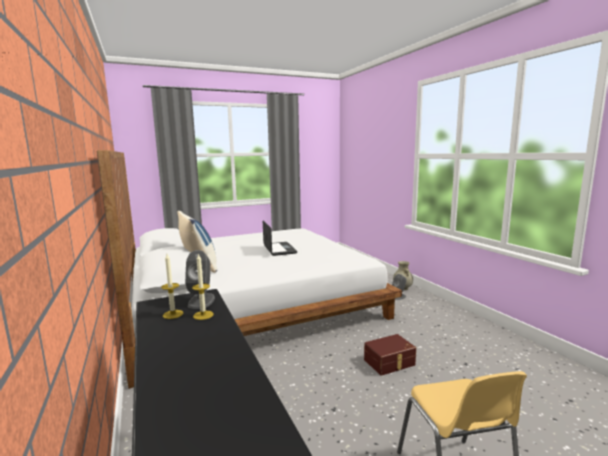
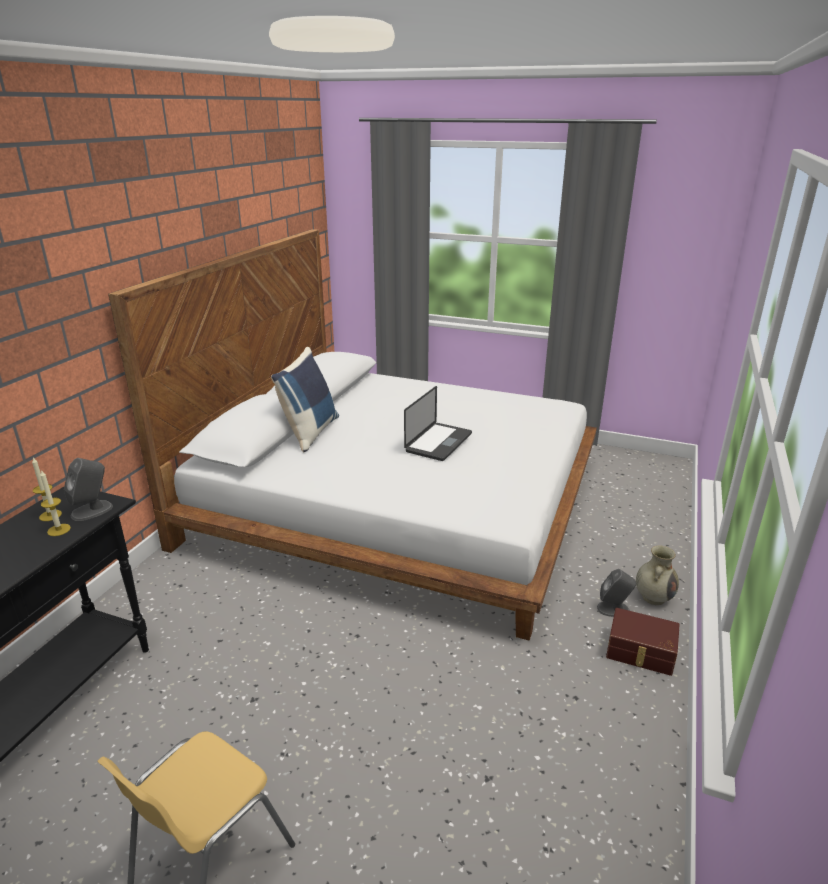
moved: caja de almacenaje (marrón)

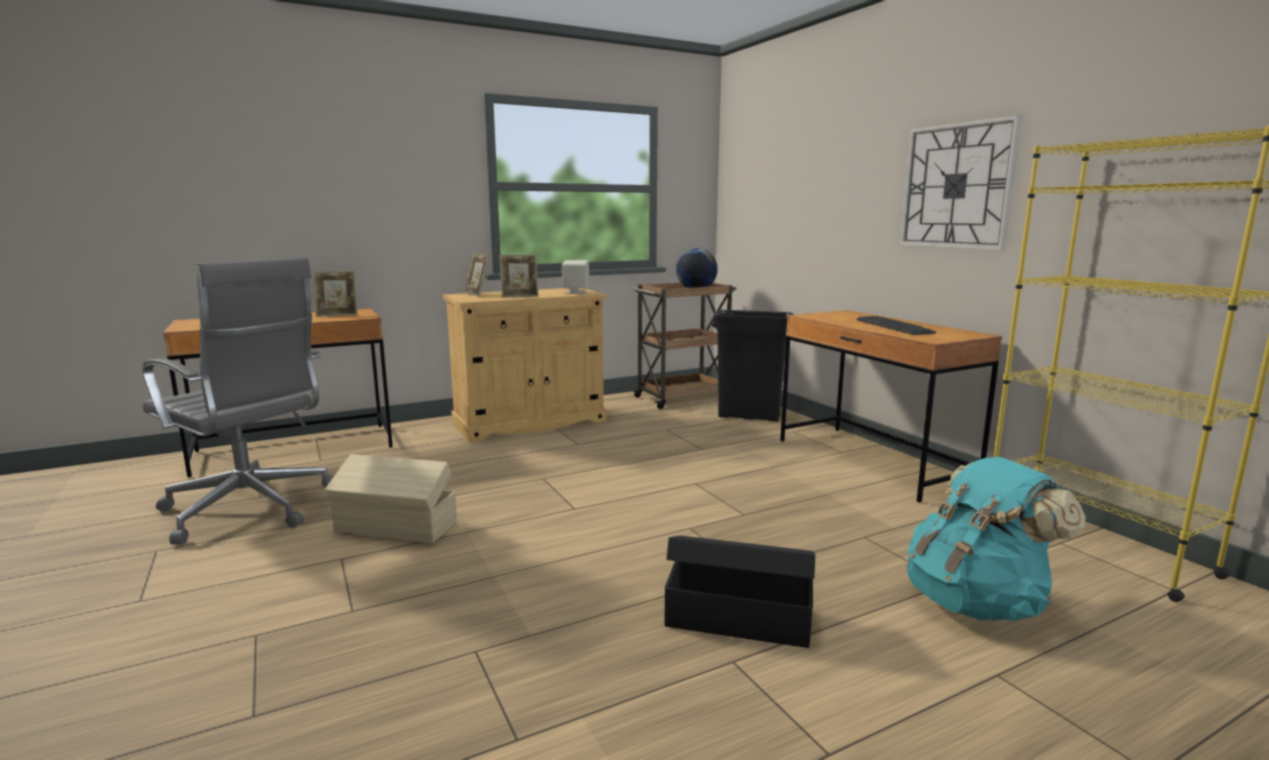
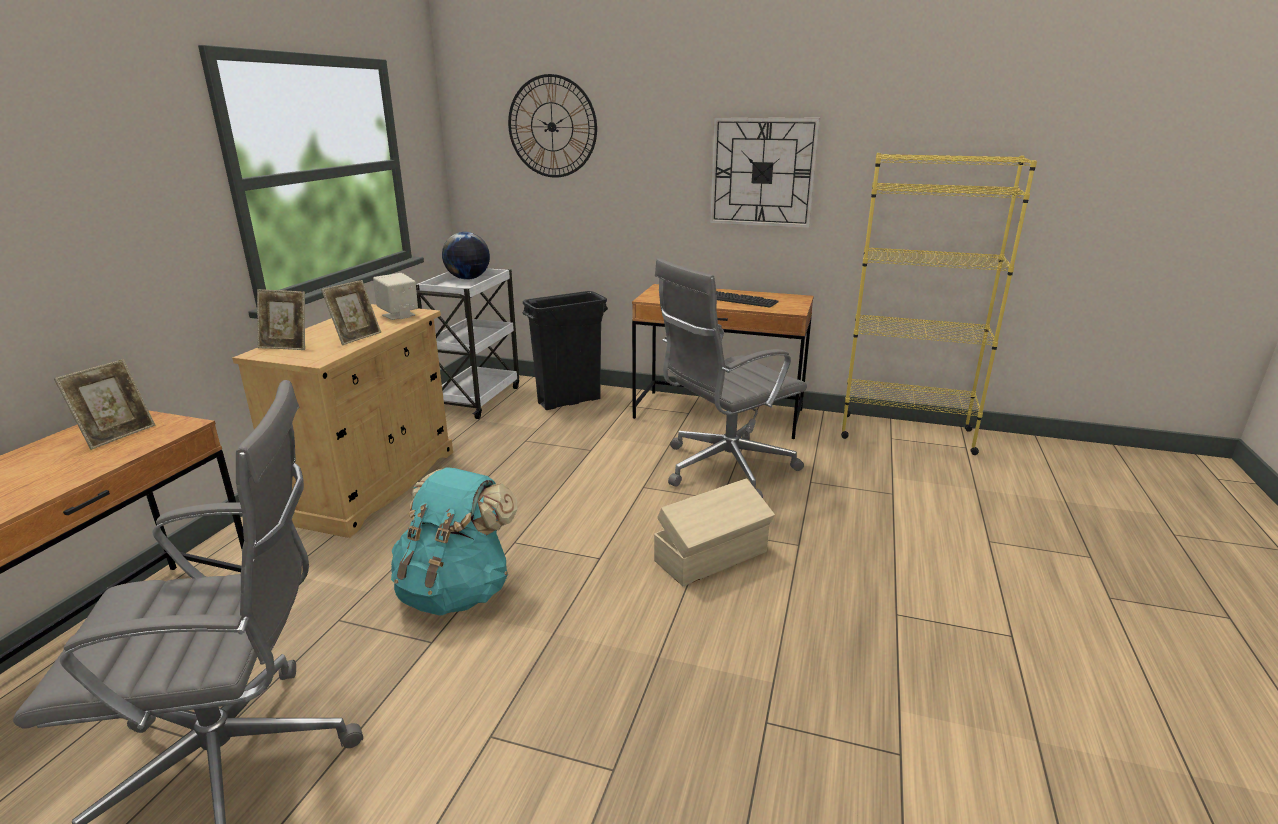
removed: caja de almacenaje (negro)
added: reloj de pared (1st from left); silla de oficina (gris) (2nd from left)
moved: caja de almacenaje (beis); mochila (turquesa)
recoloured: carrito (marrón) to carrito (blanco)

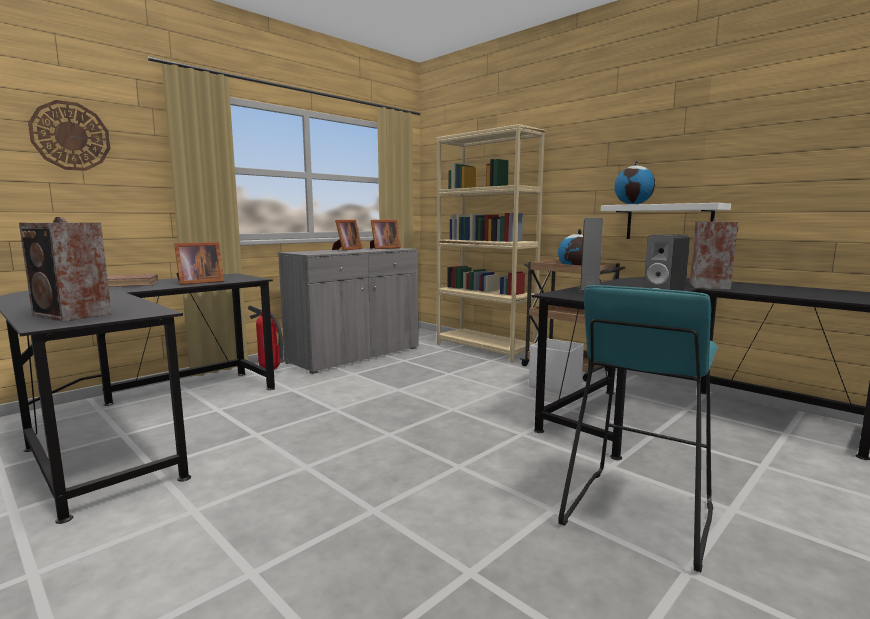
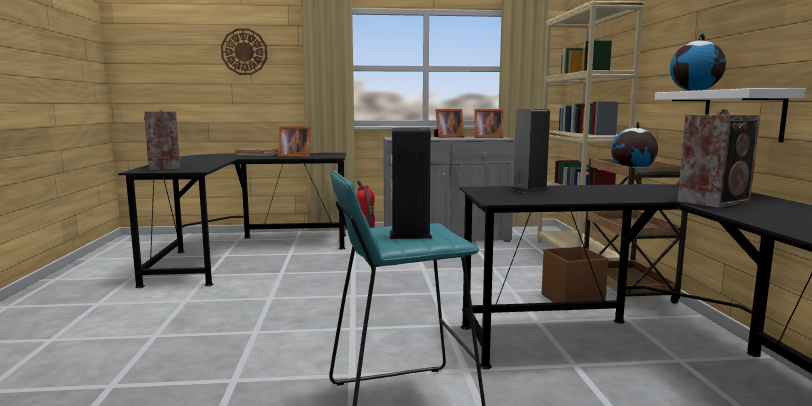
recoloured: caja de almacenaje (blanco) to caja de almacenaje (marrón)

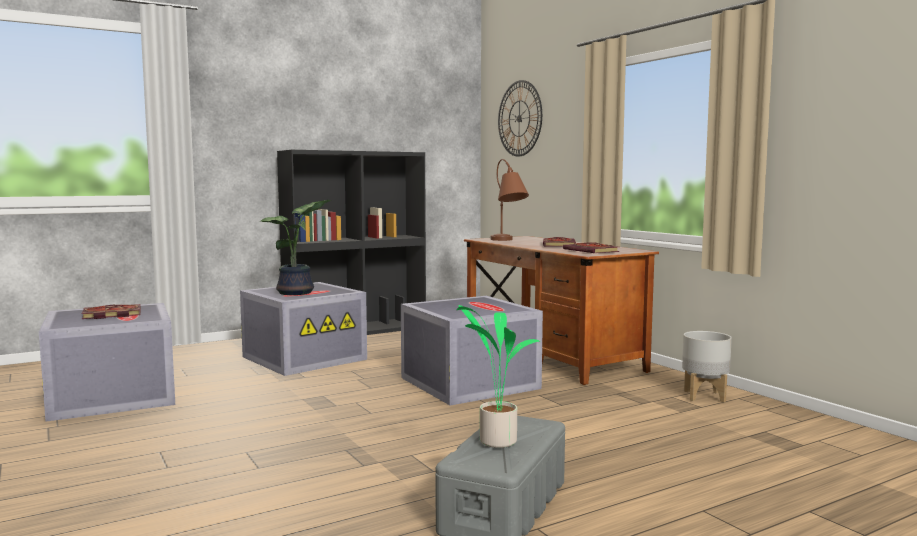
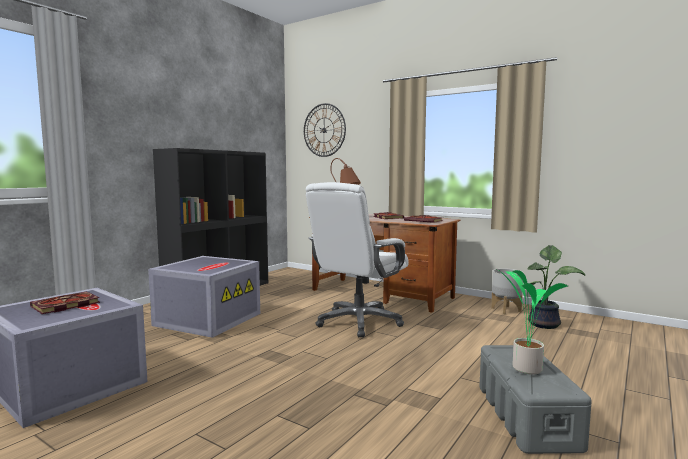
moved: planta en maceta (1st from left in the first image) to planta en maceta (2nd from left)
replaced: caja de almacenaje (gris) (3rd from left) to silla de oficina (blanco)

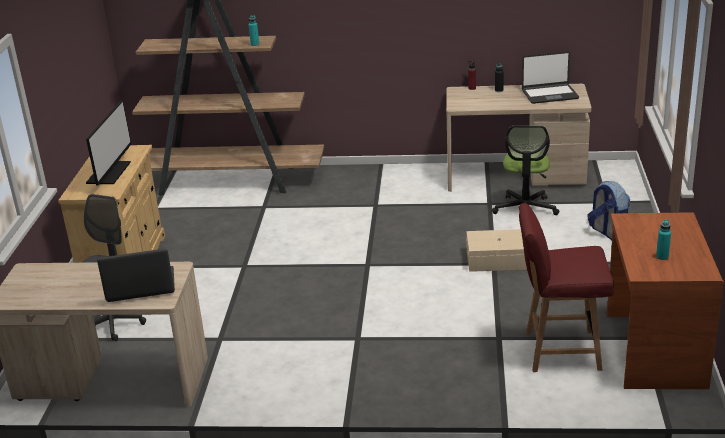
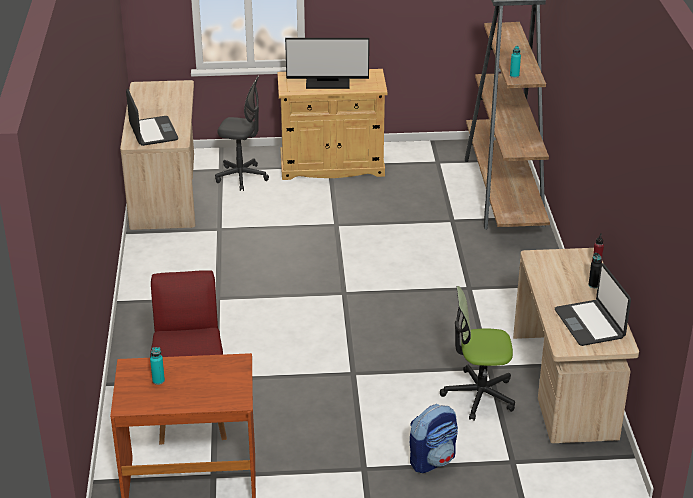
removed: caja de almacenaje (beis)

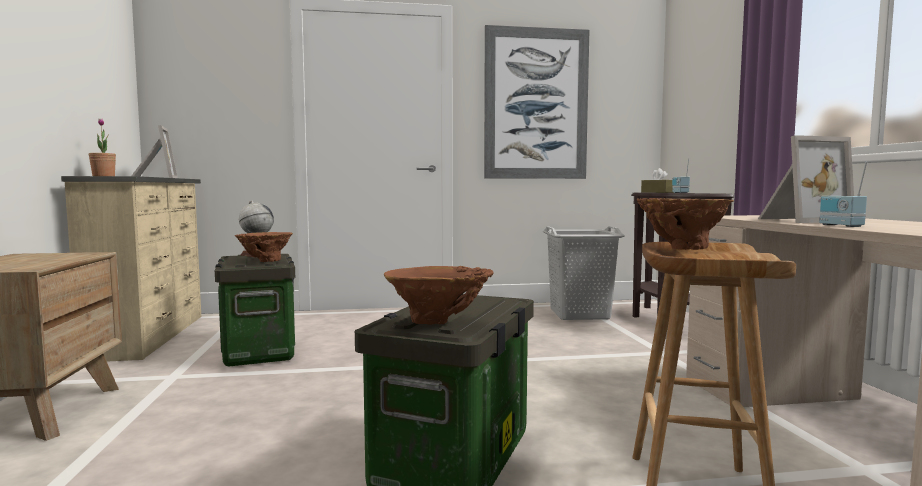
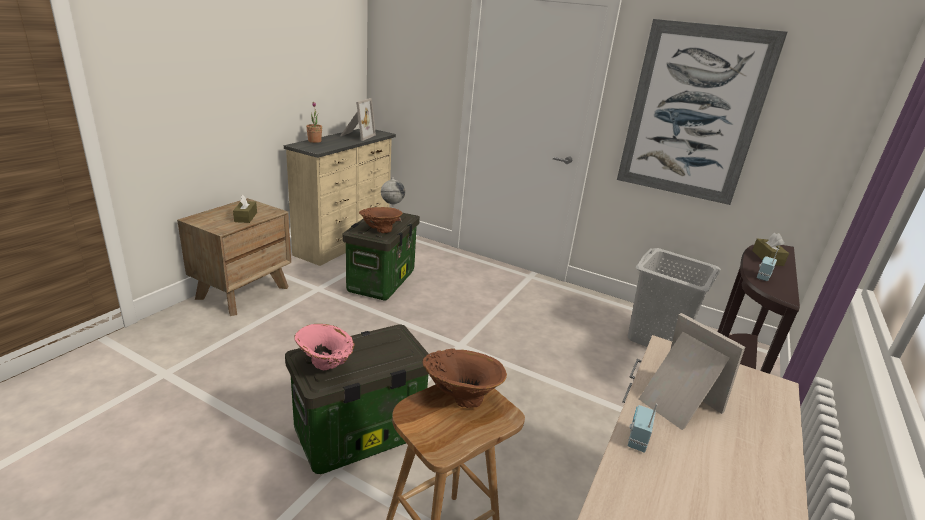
added: caja de pañuelos (marrón) (1st from left)
recoloured: florero (marrón) (2nd from left) to florero (rosa)
turned: portarretratos (2nd from left) 150 degrees counterclockwise

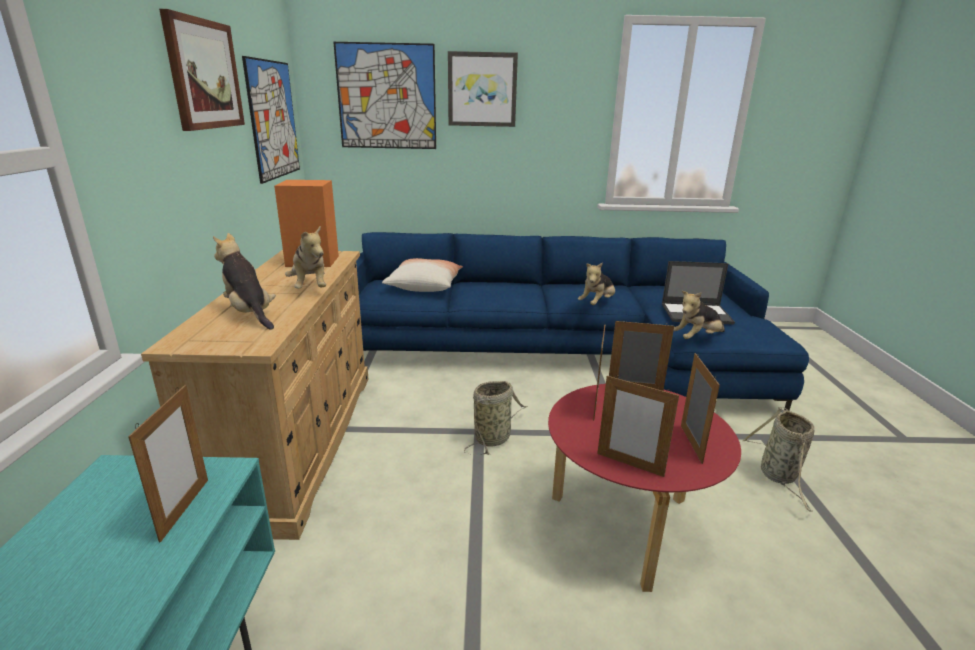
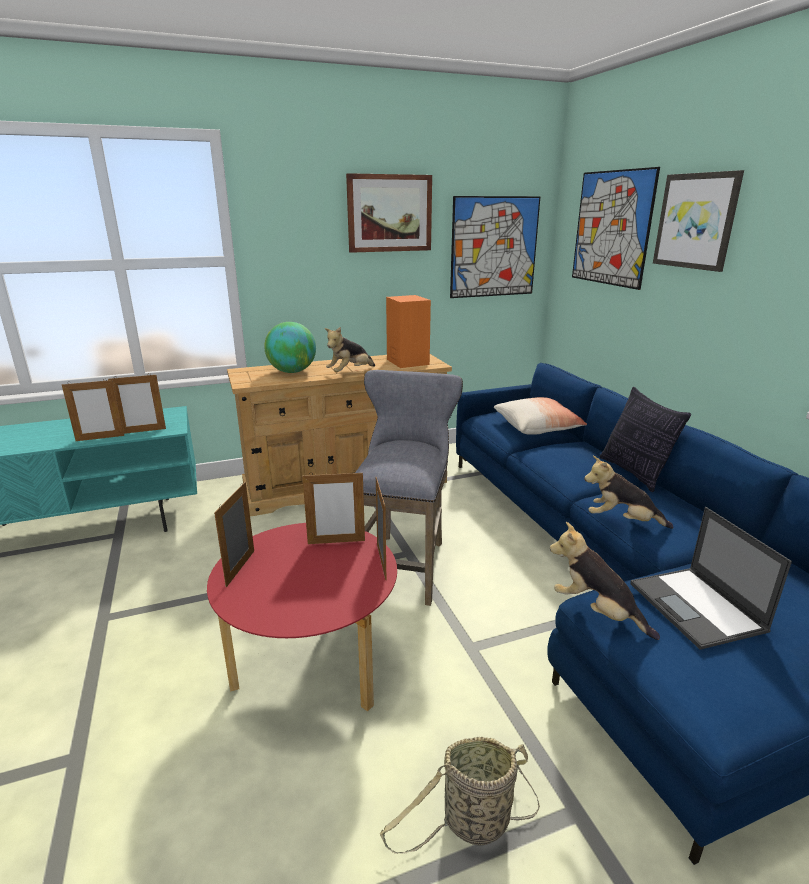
added: cojín (2nd from left)
moved: portarretratos (5th from left in the first image) to portarretratos (1st from left)
replaced: peluche (1st from left) to globo terráqueo; cesta (1st from left) to taburete (gris)

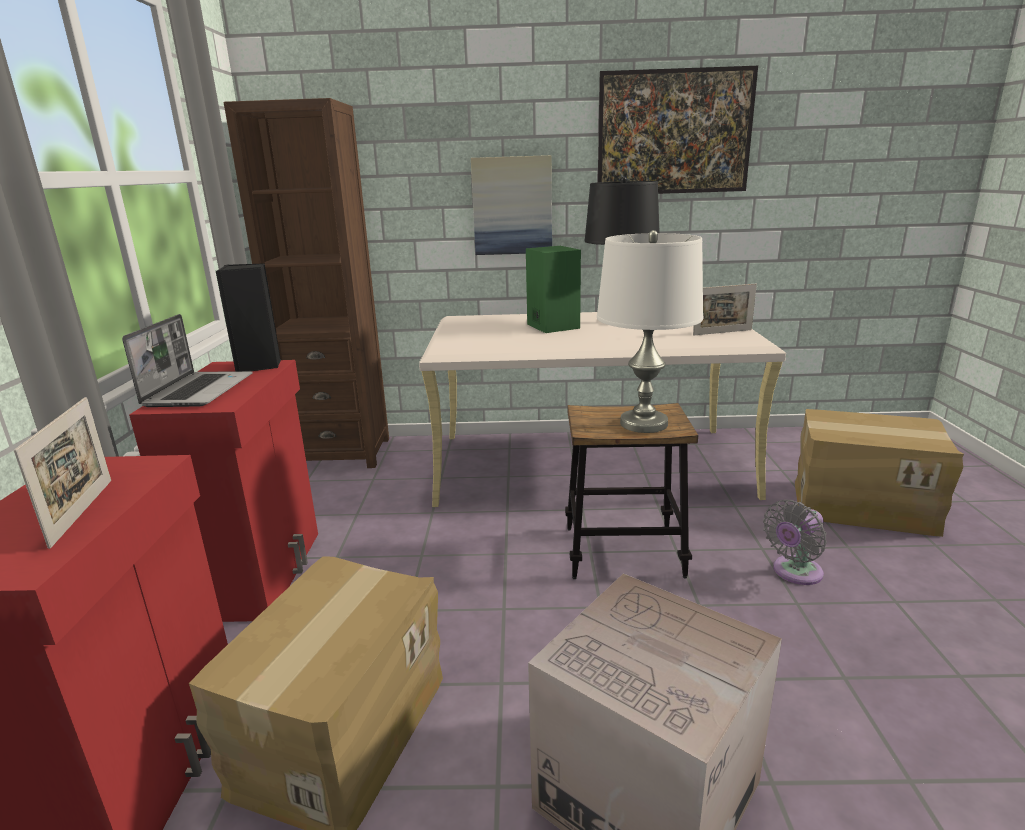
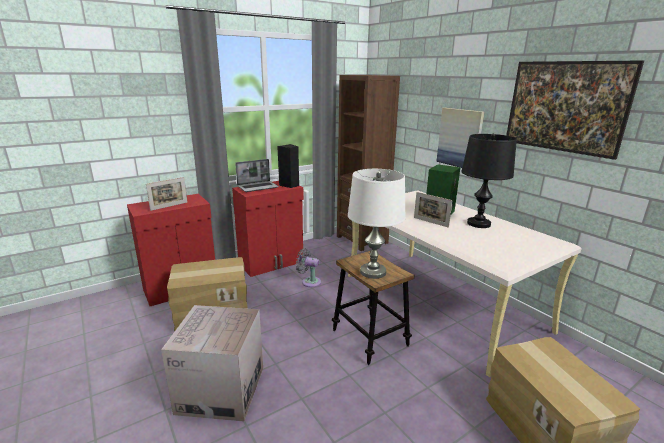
moved: portarretratos (2nd from left); ventilador (gris)

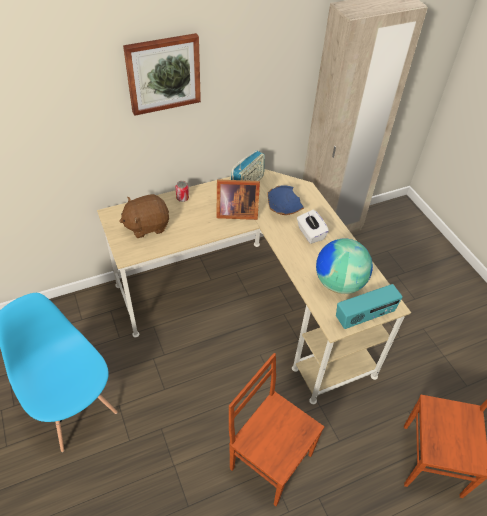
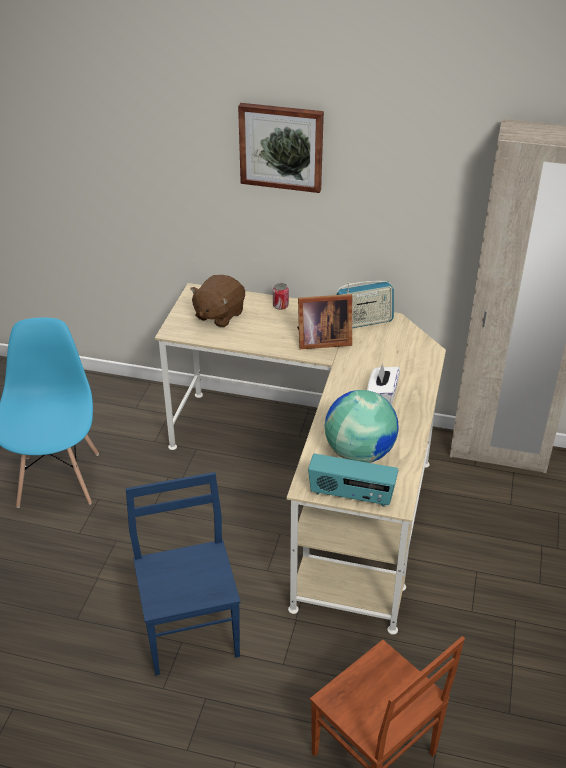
removed: cuenco (azul)
recoloured: silla (marrón) (1st from left) to silla (azul) (2nd from left)
turned: peluche (marrón) 75 degrees counterclockwise; portarretratos 45 degrees counterclockwise

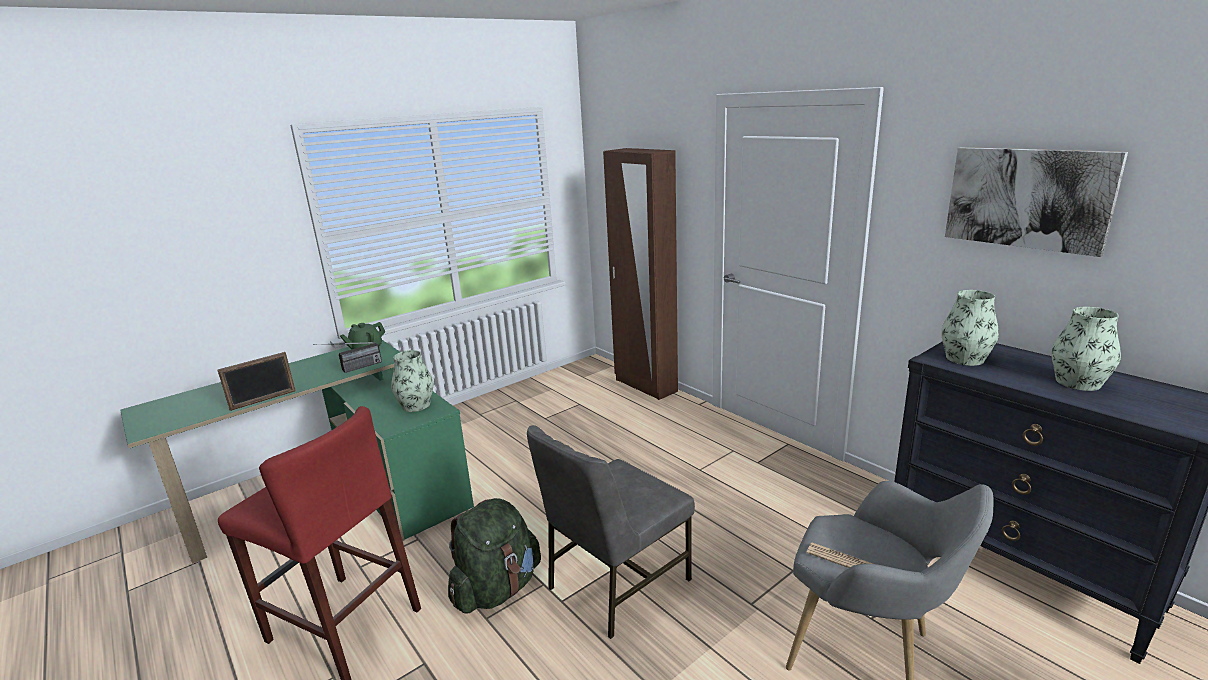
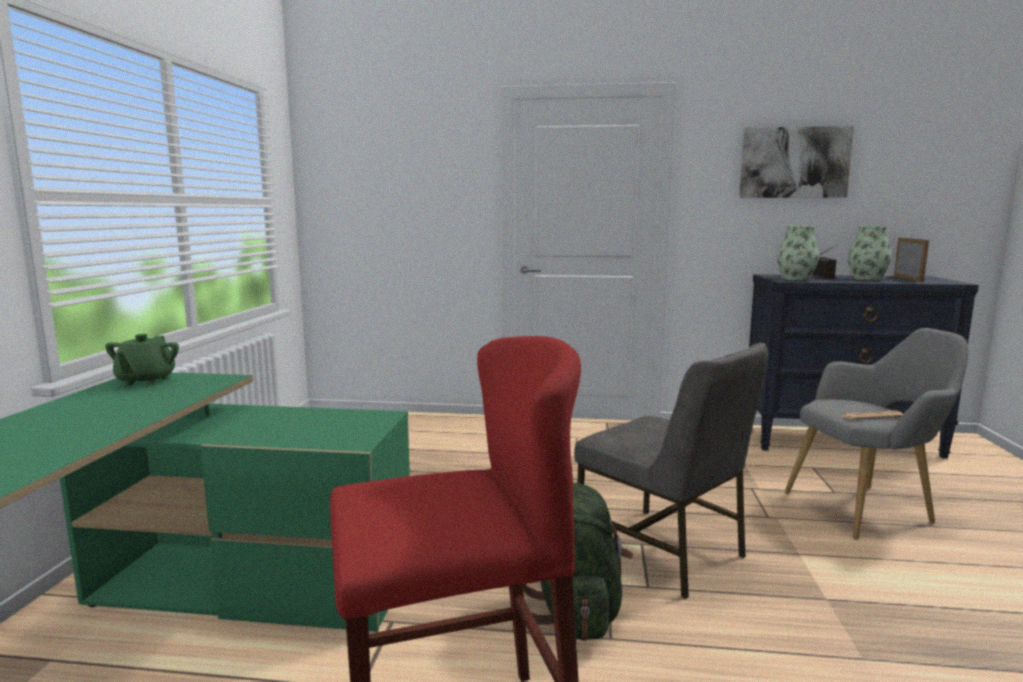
removed: florero (1st from left); armario ropero (marrón)
moved: portarretratos; radio
turned: silla (gris) 45 degrees counterclockwise

